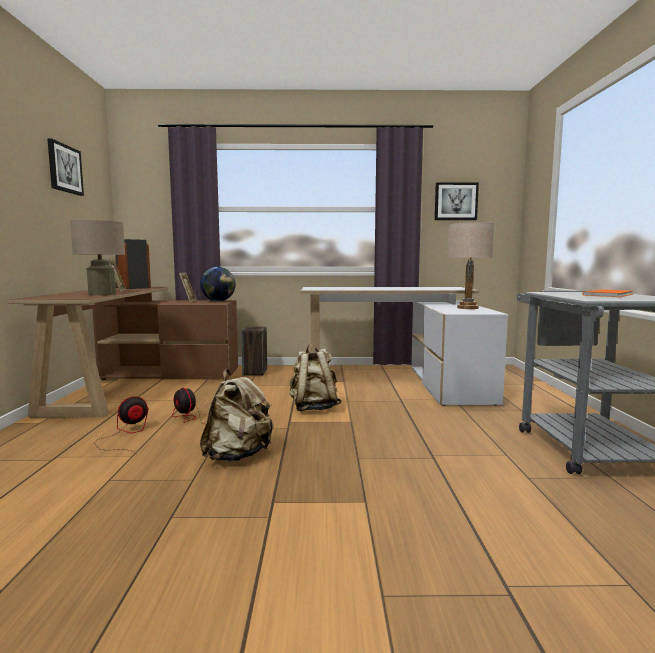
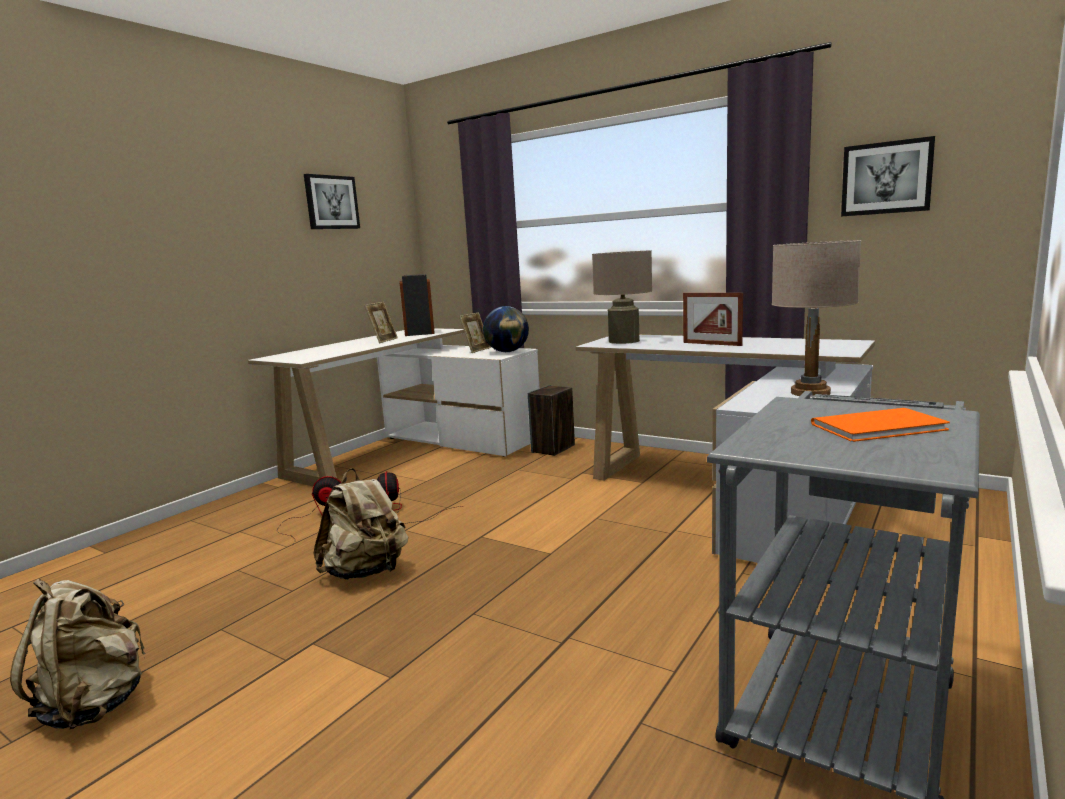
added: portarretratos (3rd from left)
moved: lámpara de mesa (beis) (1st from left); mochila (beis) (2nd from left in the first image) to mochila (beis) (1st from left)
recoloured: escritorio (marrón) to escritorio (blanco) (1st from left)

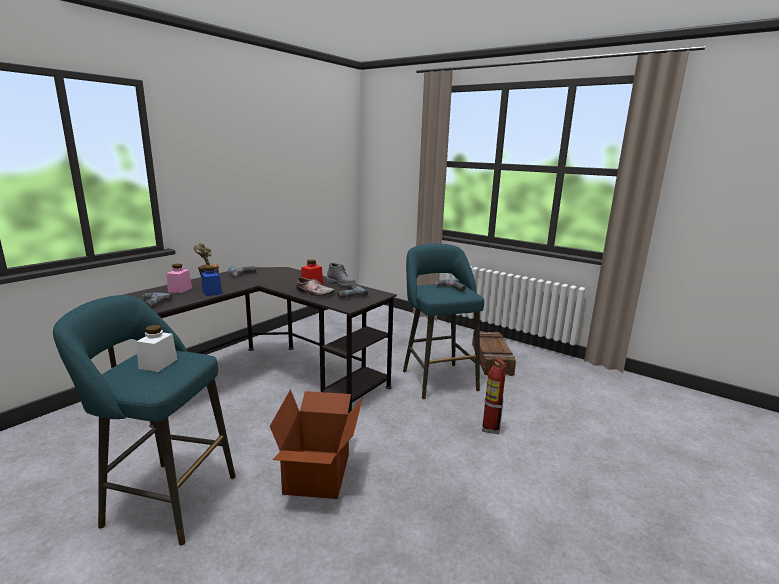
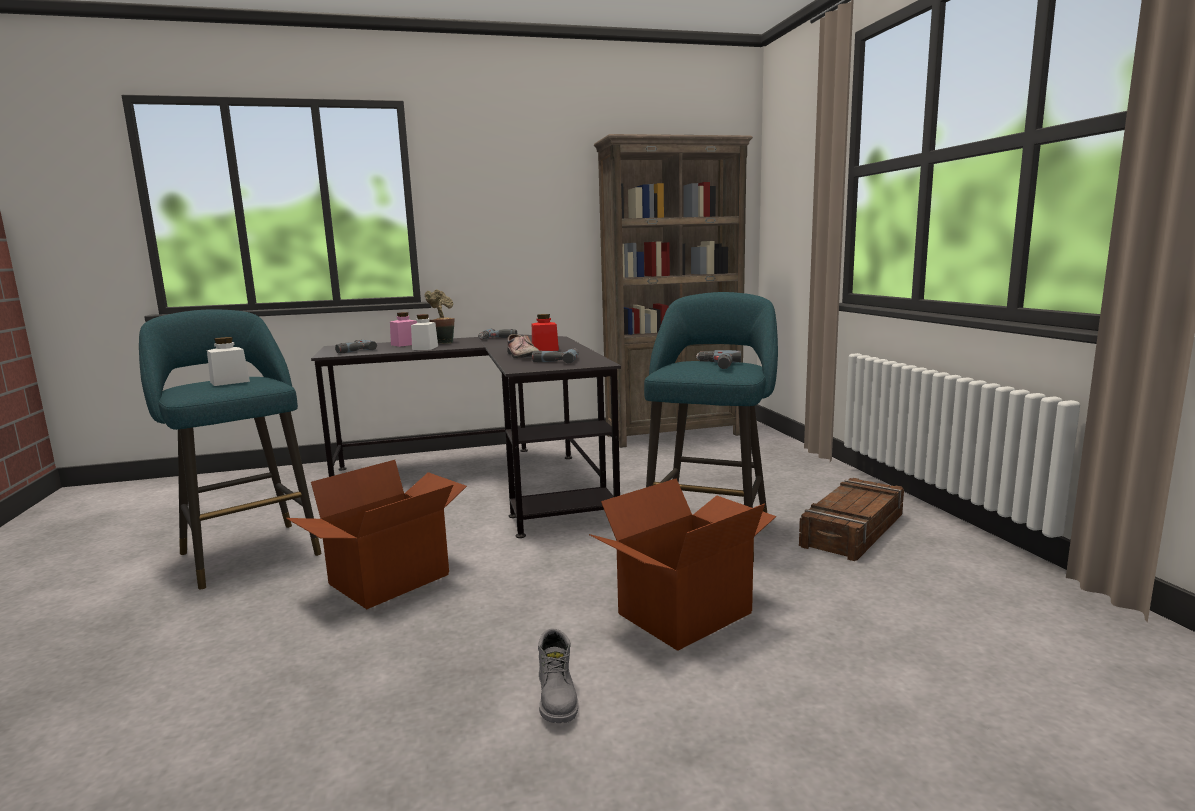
added: estantería (marrón)
moved: bota (gris)
replaced: extintor to caja de cartón (2nd from left)
recoloured: tarro (azul) to tarro (blanco) (2nd from left)

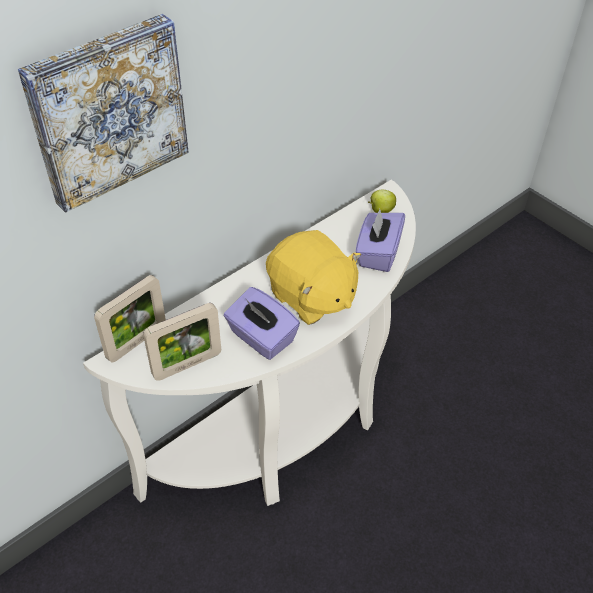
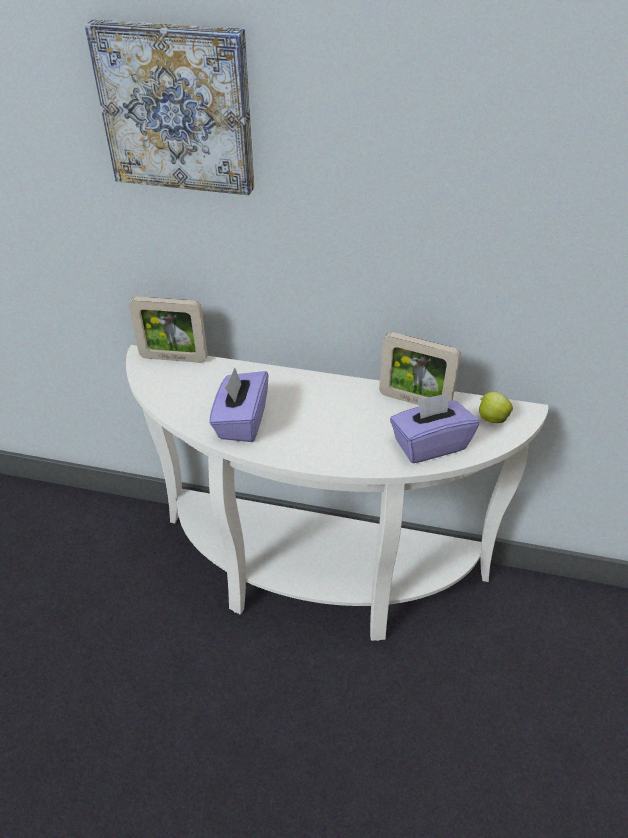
removed: peluche (amarillo)
moved: portarretratos (2nd from left)

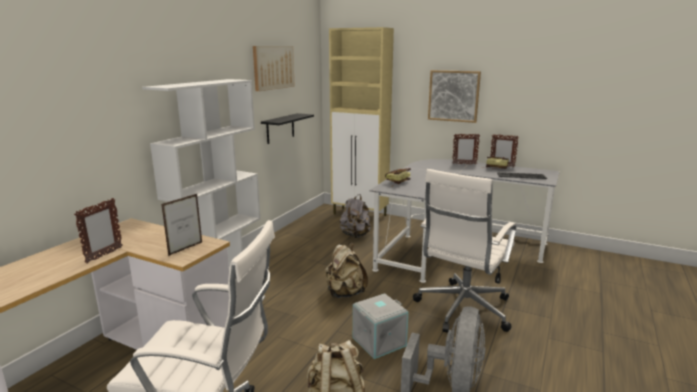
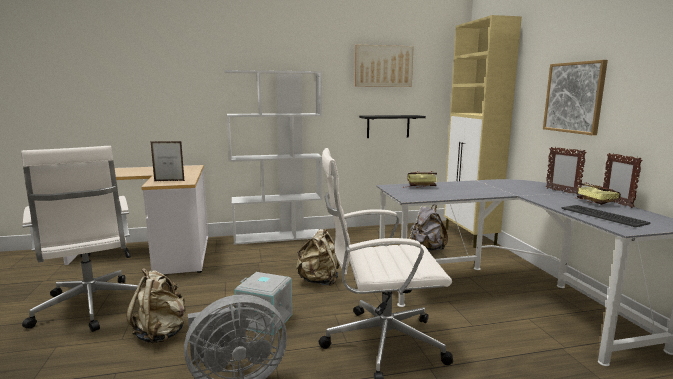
removed: portarretratos (1st from left)

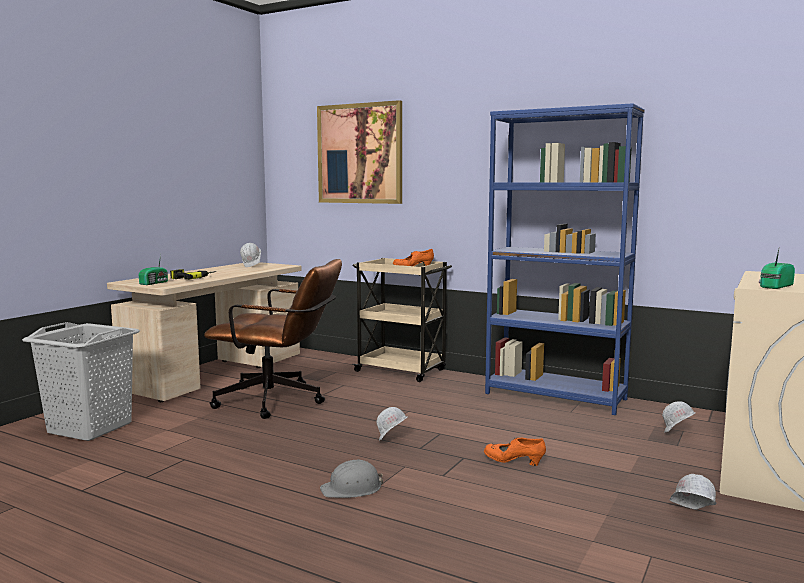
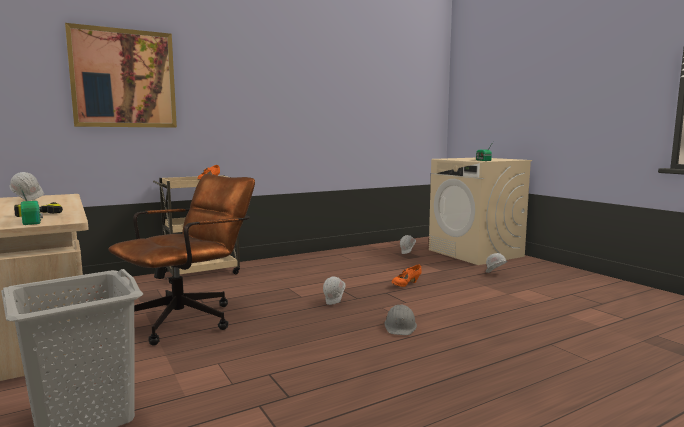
removed: estantería (azul)

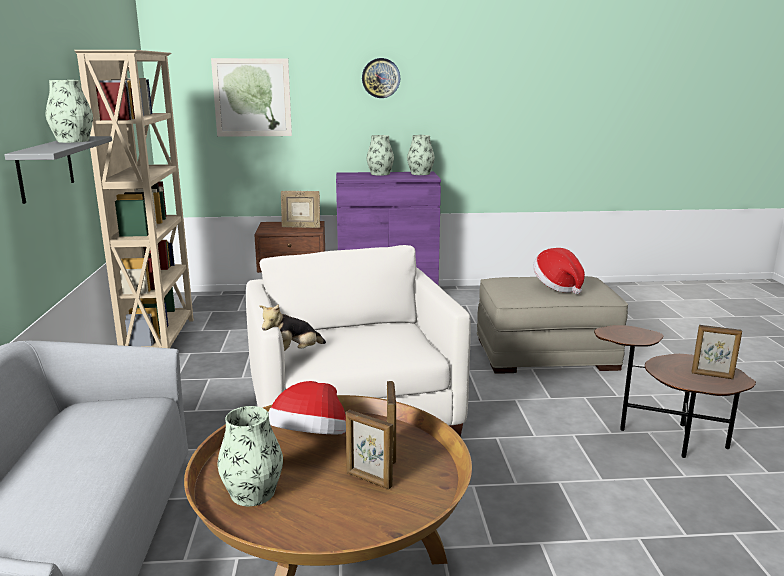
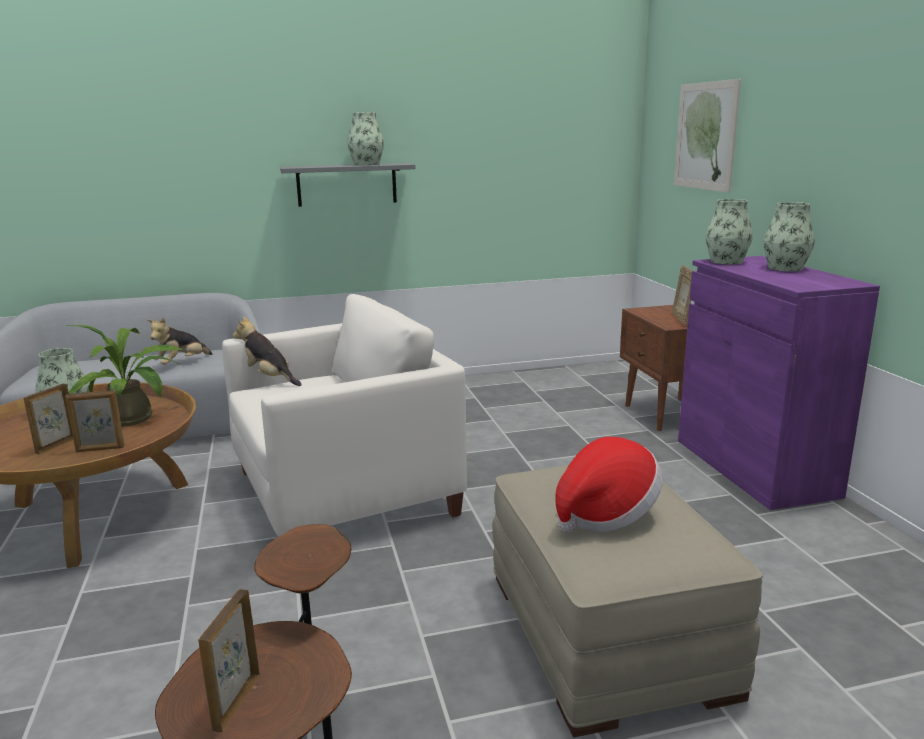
removed: estantería (beis); reloj de pared
added: peluche (1st from left)
moved: florero (4th from left in the first image) to florero (3rd from left)
replaced: sombrero (1st from left) to planta en maceta

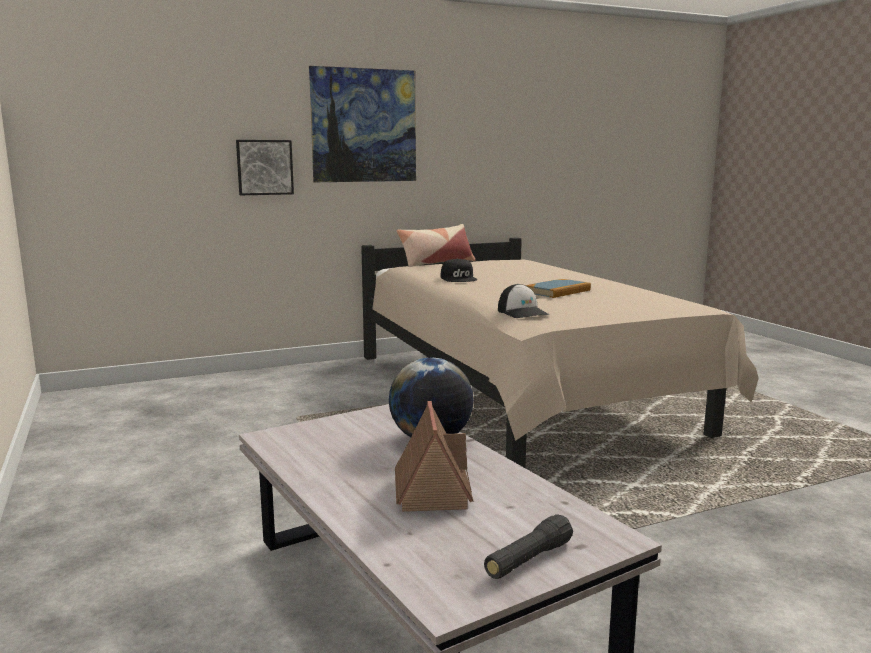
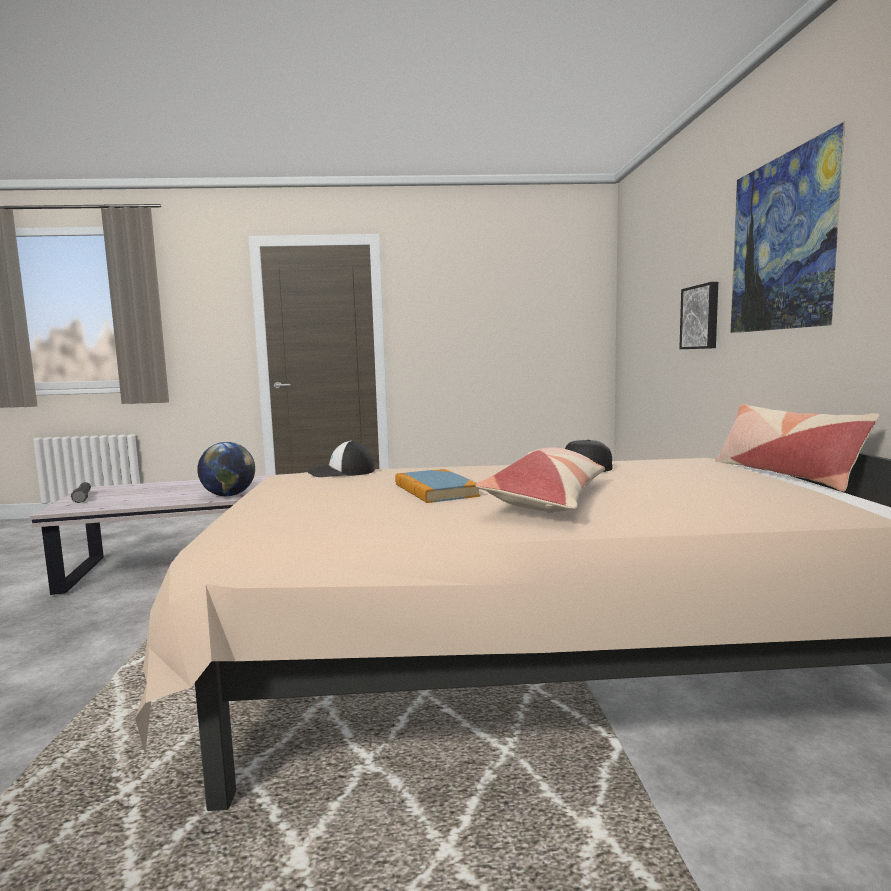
removed: casita
added: cojín (1st from left)

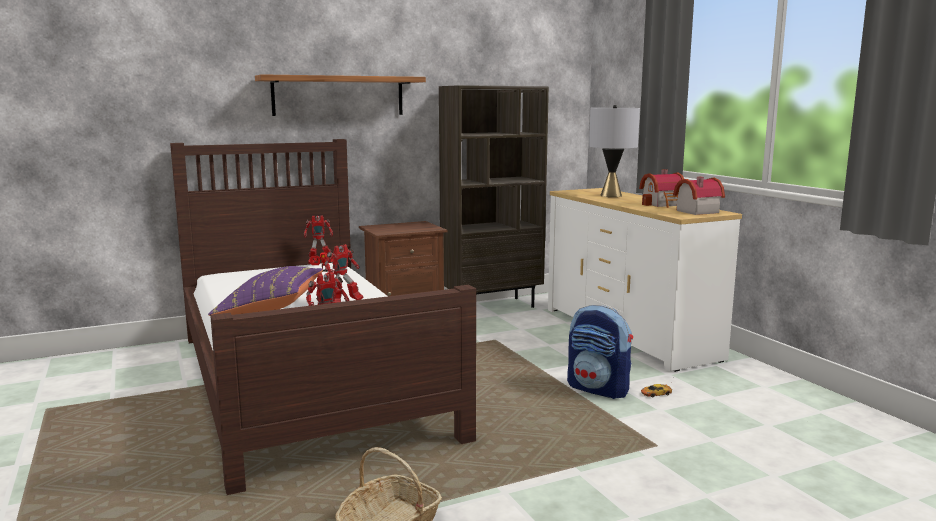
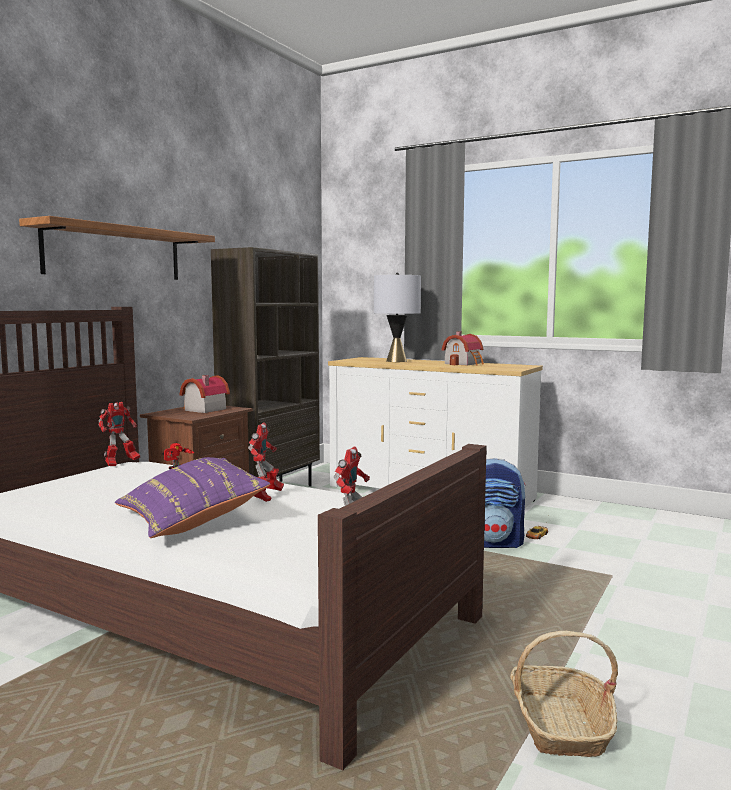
moved: casita (2nd from left in the first image) to casita (1st from left)

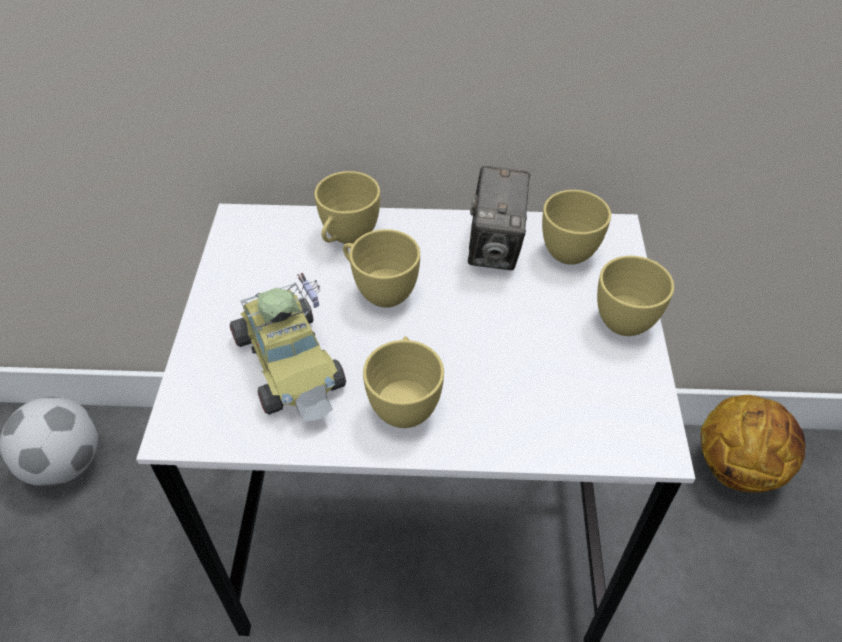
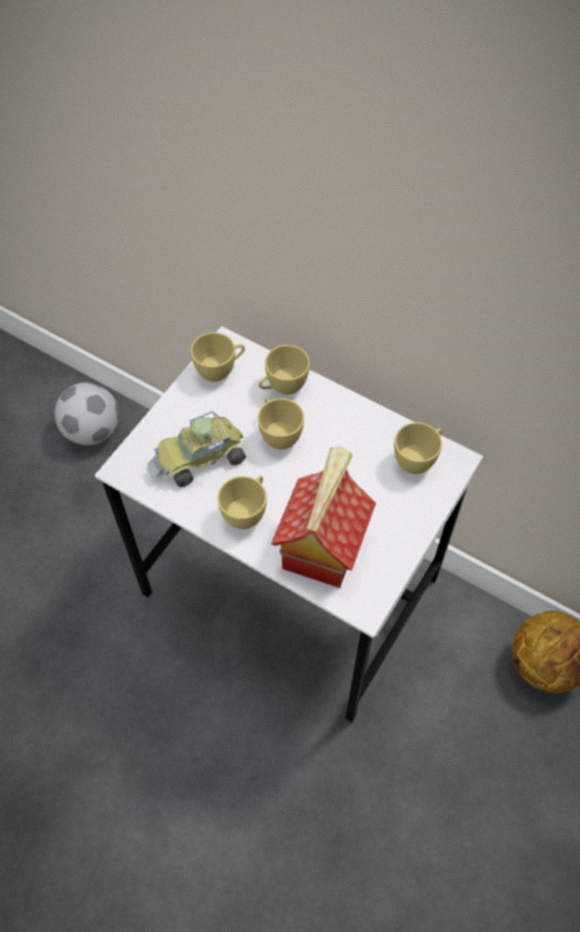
removed: cámara
added: casita
moved: taza (amarillo) (5th from left in the first image) to taza (amarillo) (1st from left)
turned: coche de juguete 60 degrees clockwise

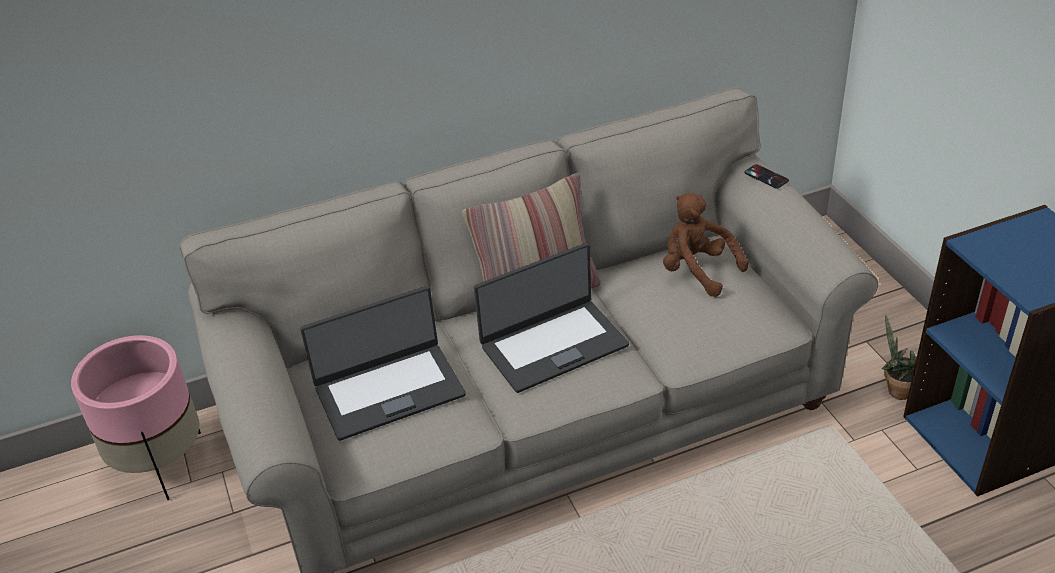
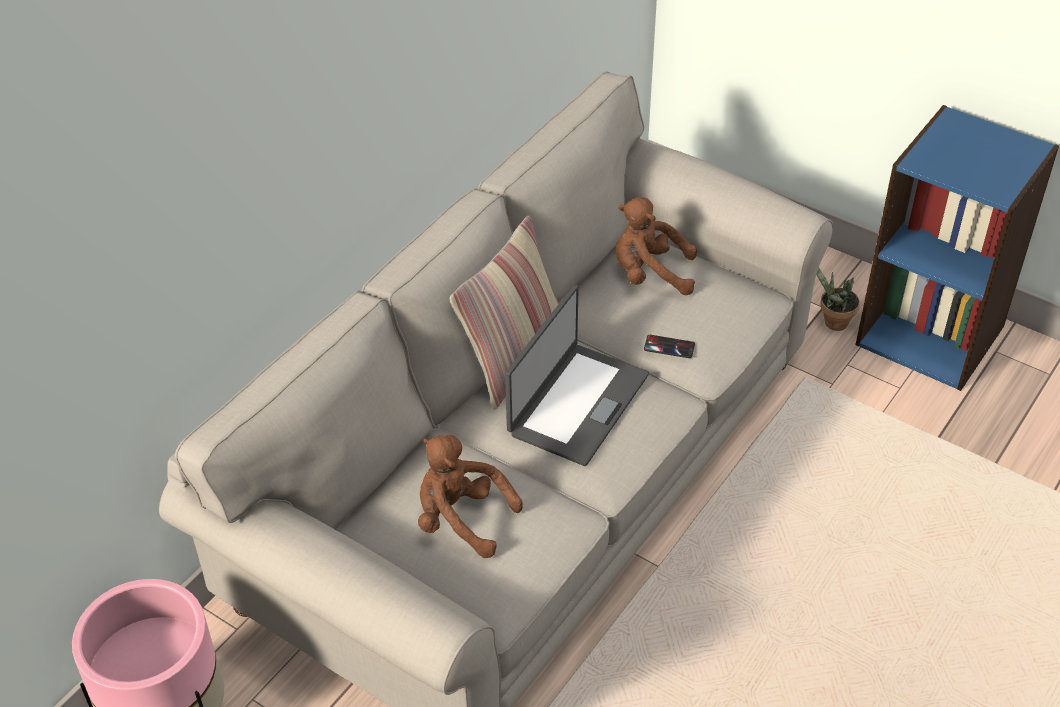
moved: móvil
replaced: portátil (1st from left) to peluche (marrón) (1st from left)

